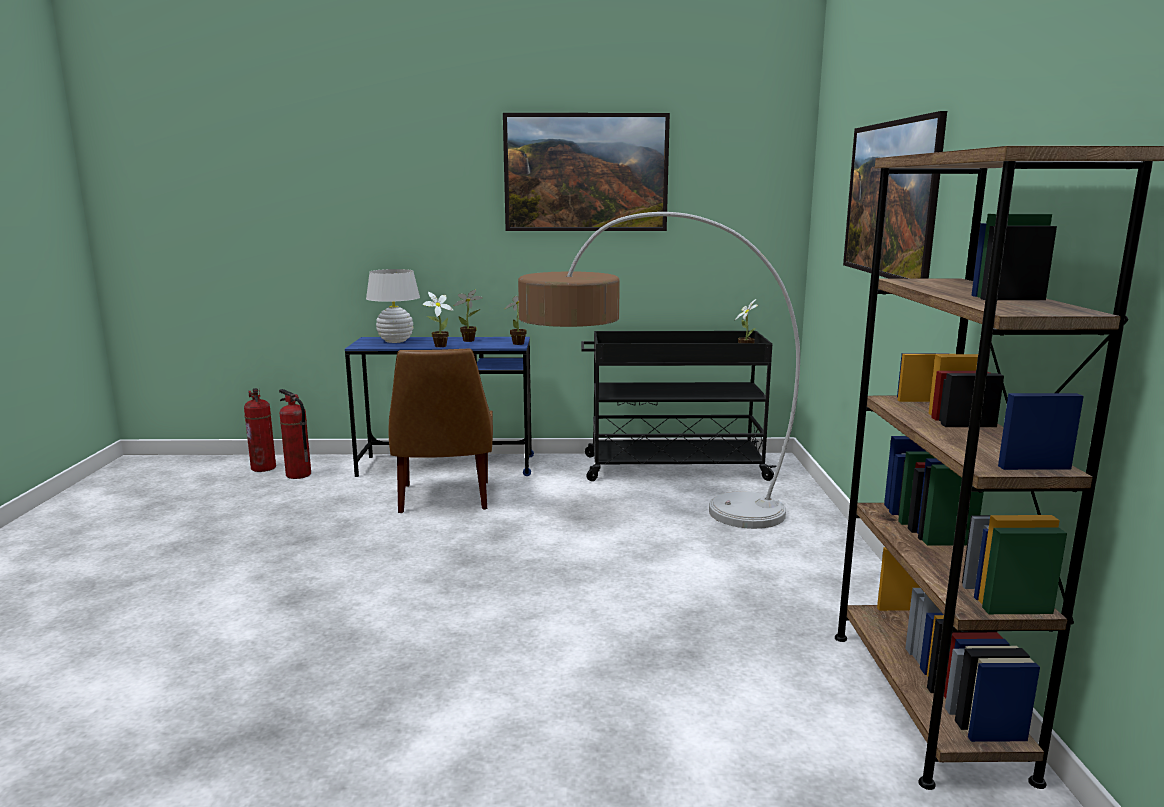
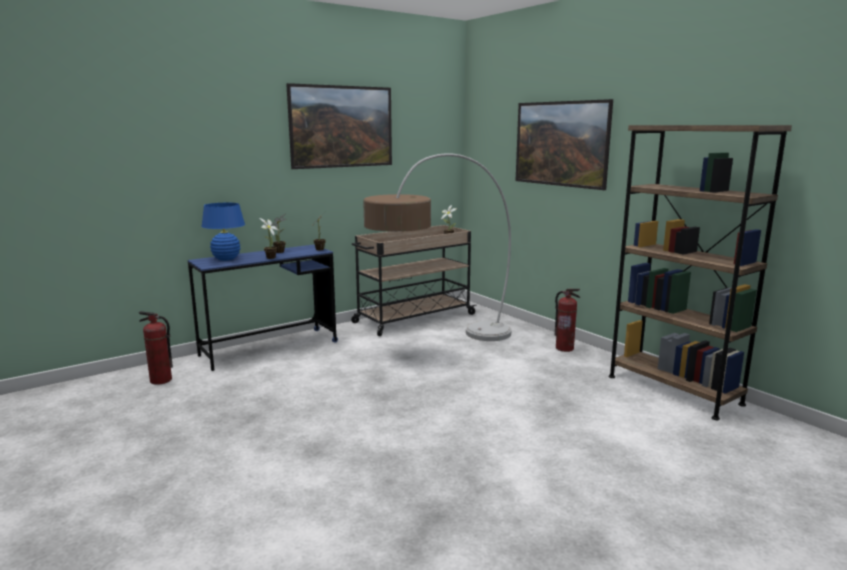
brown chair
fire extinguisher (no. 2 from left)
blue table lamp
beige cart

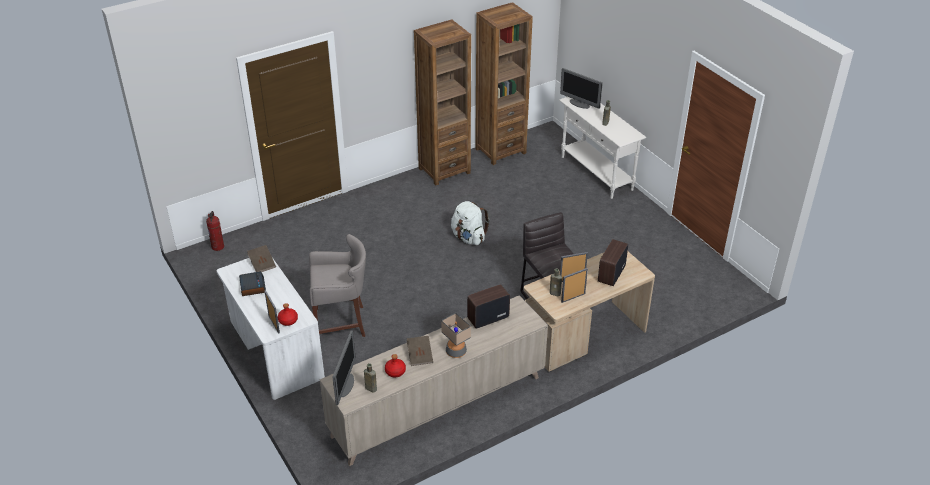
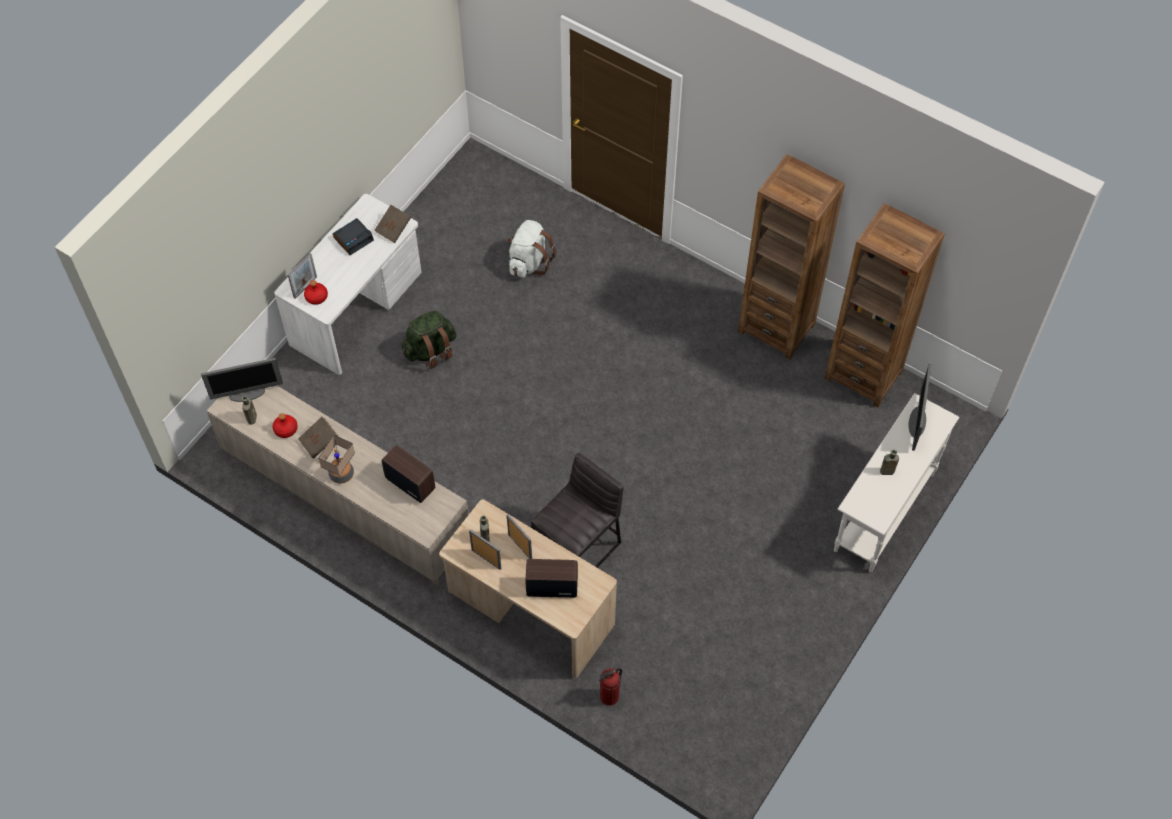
fire extinguisher
white backpack
green backpack

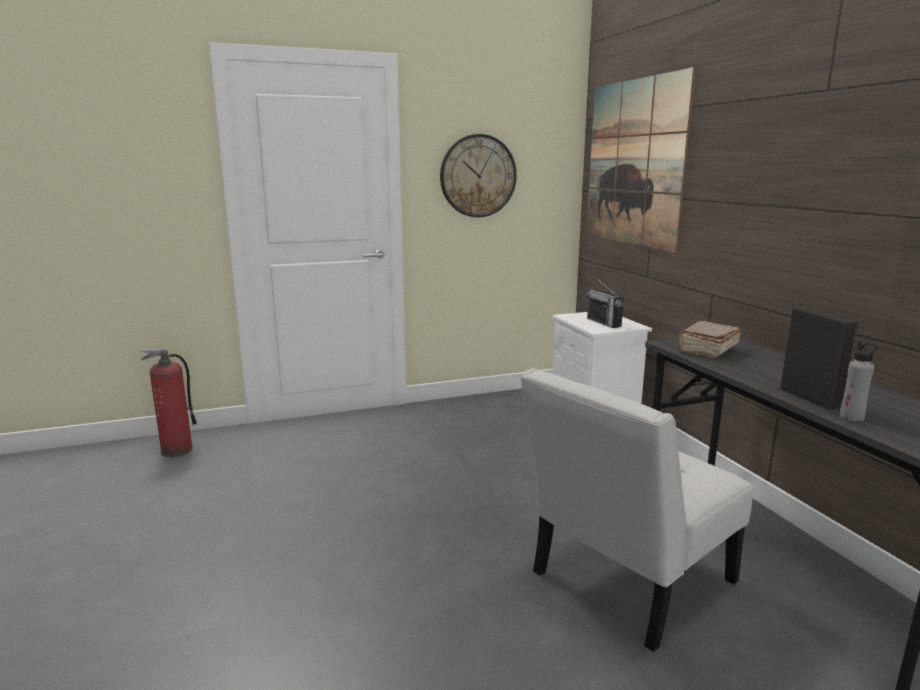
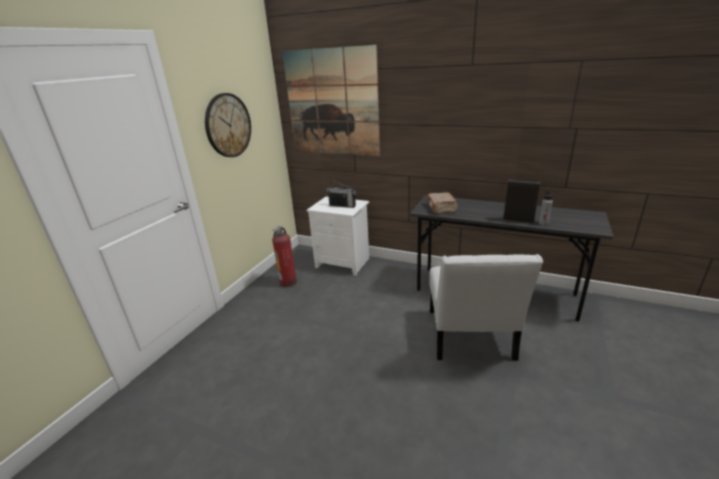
fire extinguisher

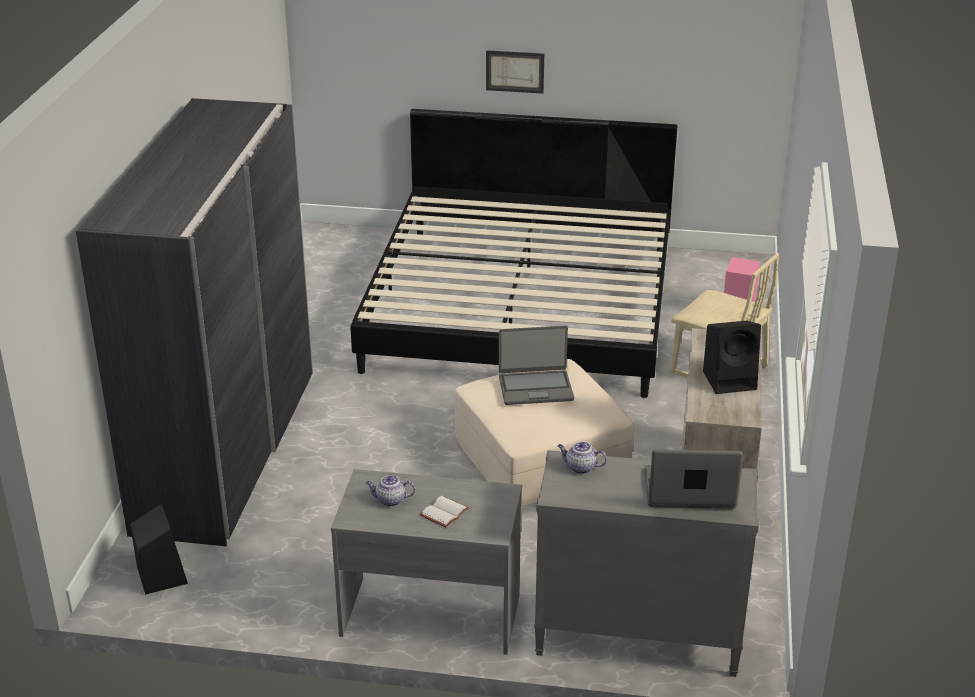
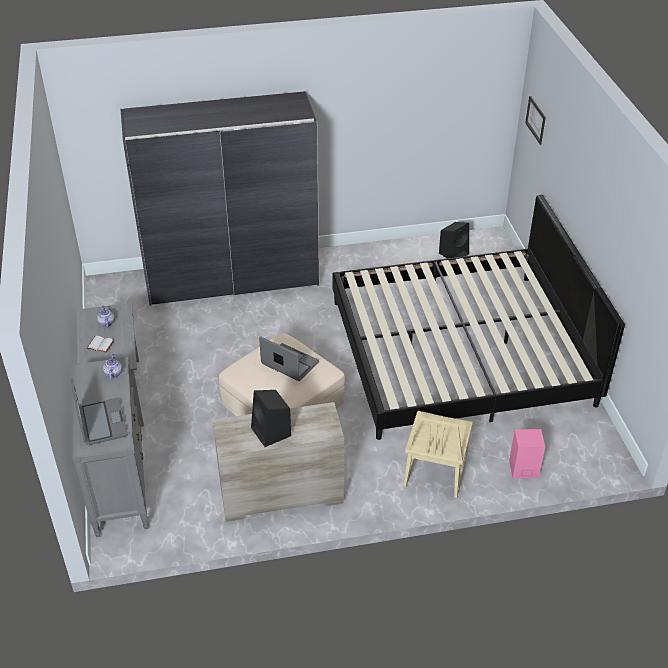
black speaker (no. 2 from left)
picture
laptop (no. 2 from left)

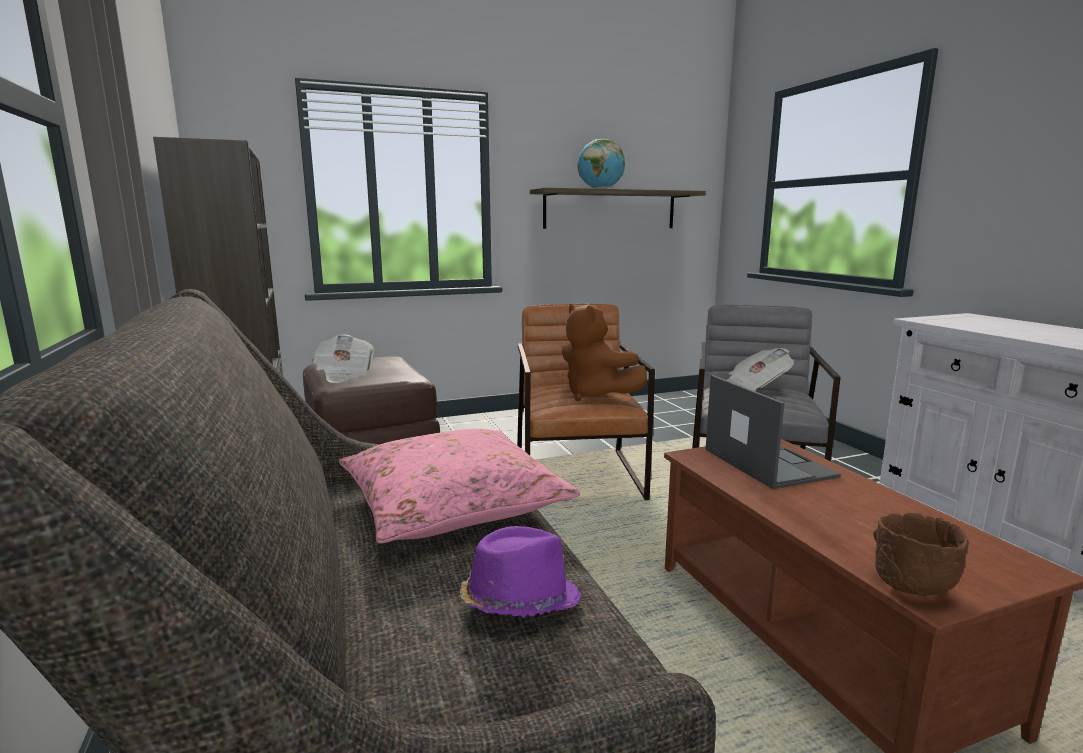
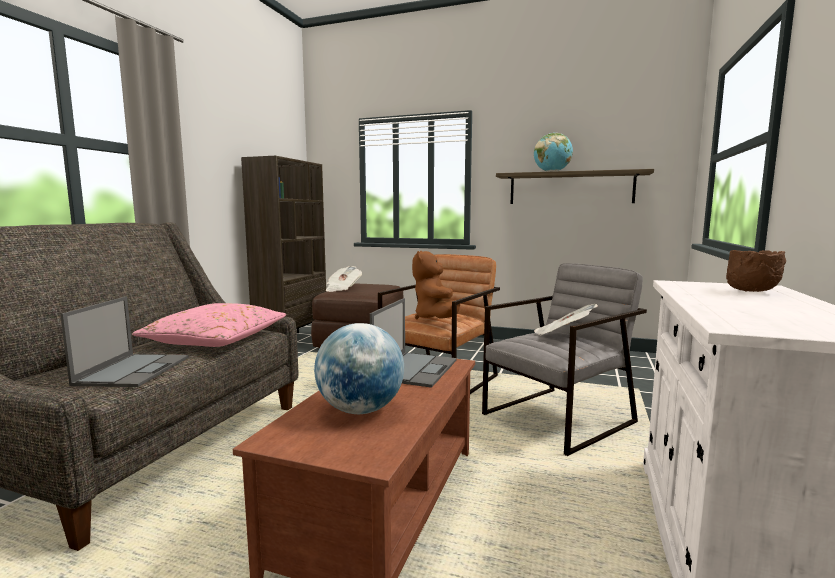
globe (no. 1 from left)
brown bowl
laptop (no. 1 from left)

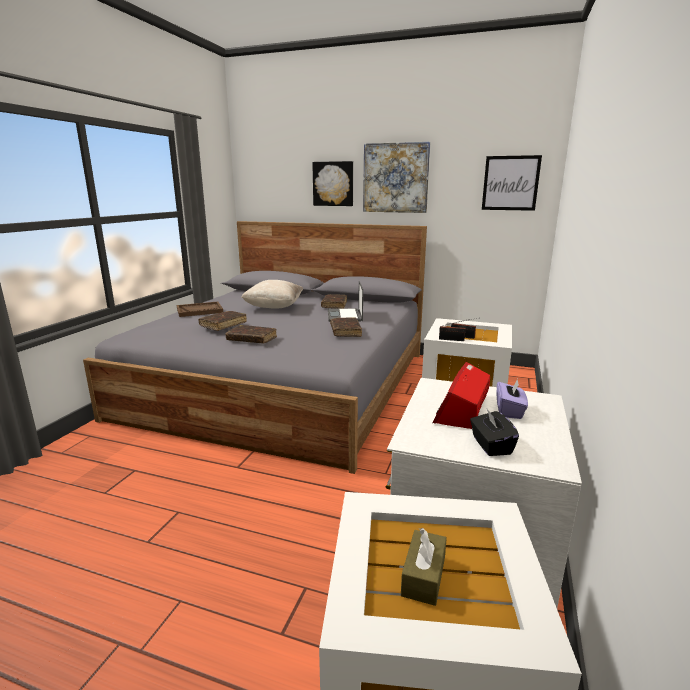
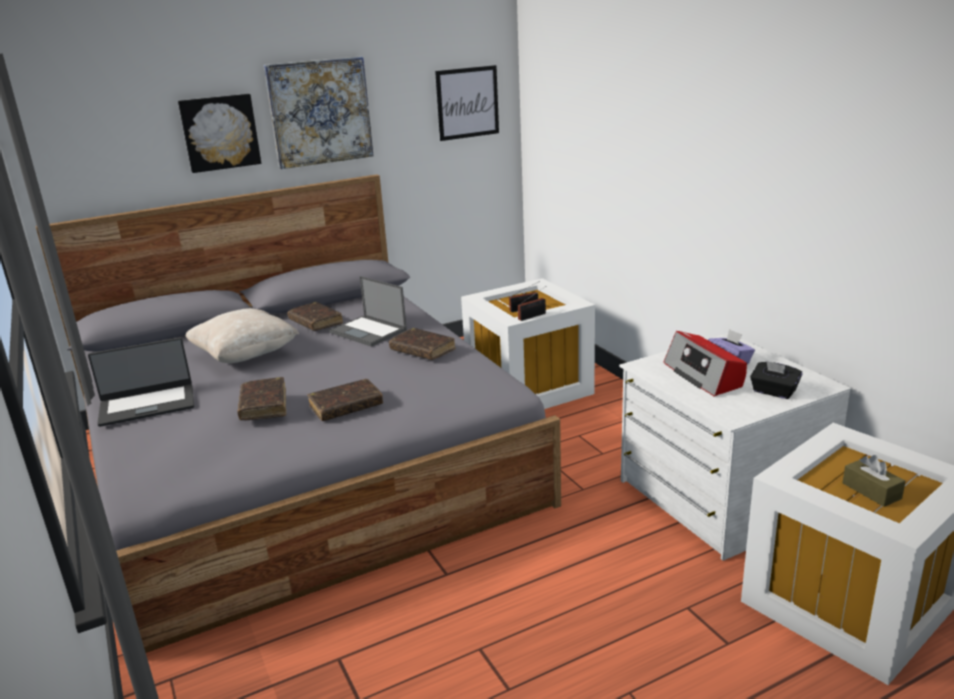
laptop (no. 1 from left)

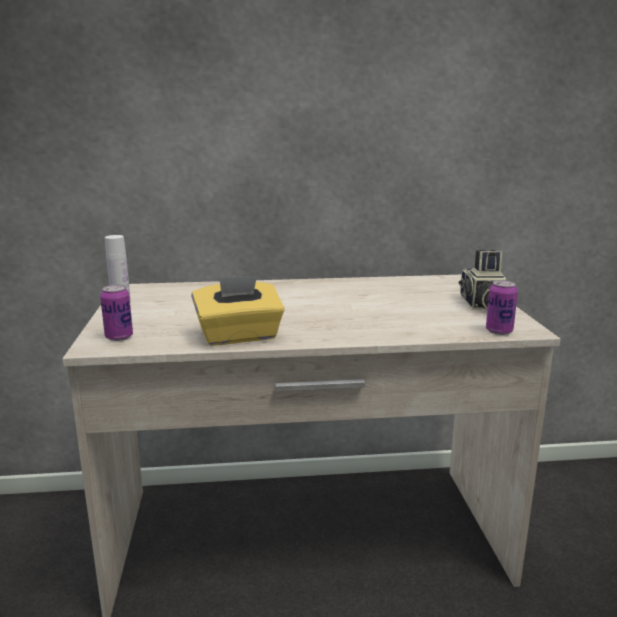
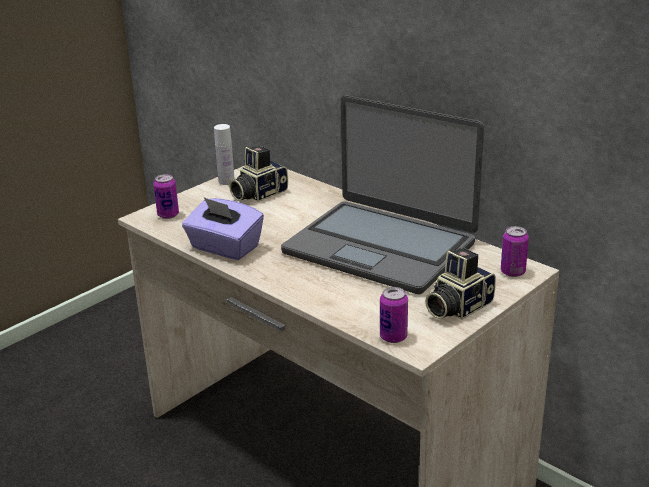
photo camera (no. 1 from left)
laptop
can (no. 3 from left)
purple tissue box

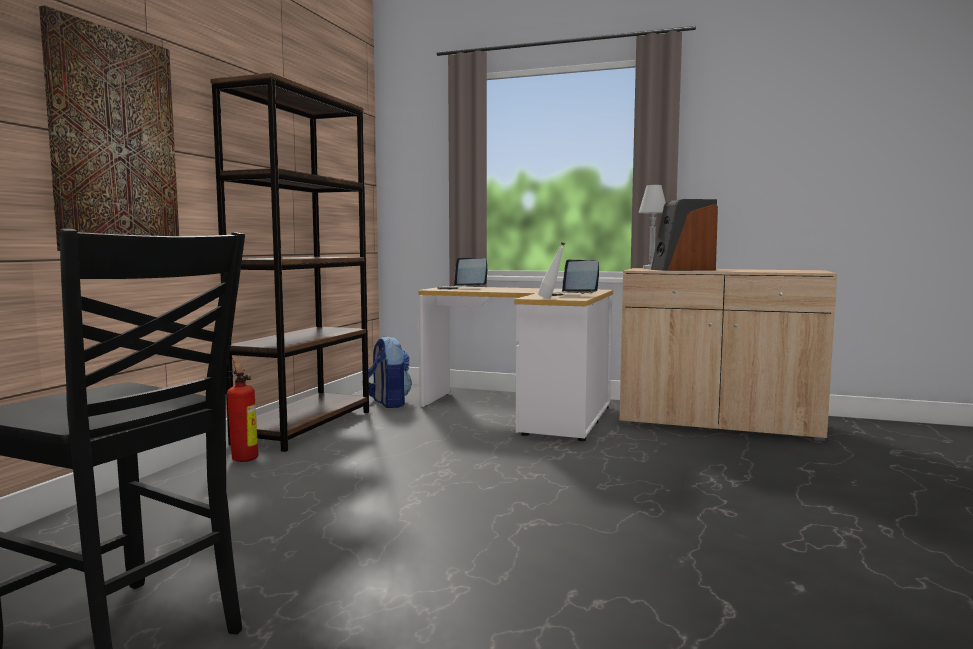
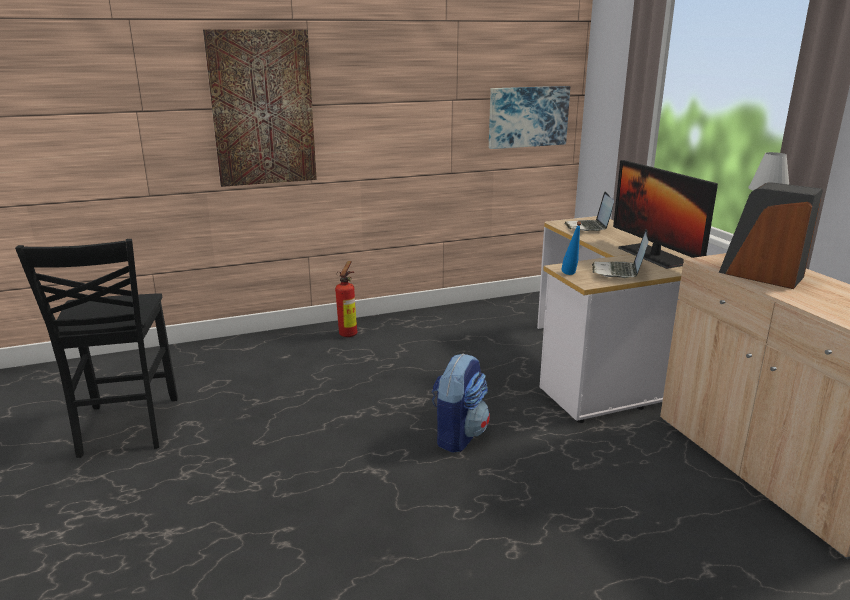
brown bookcase
picture (no. 2 from left)
monitor
backpack
blue bottle

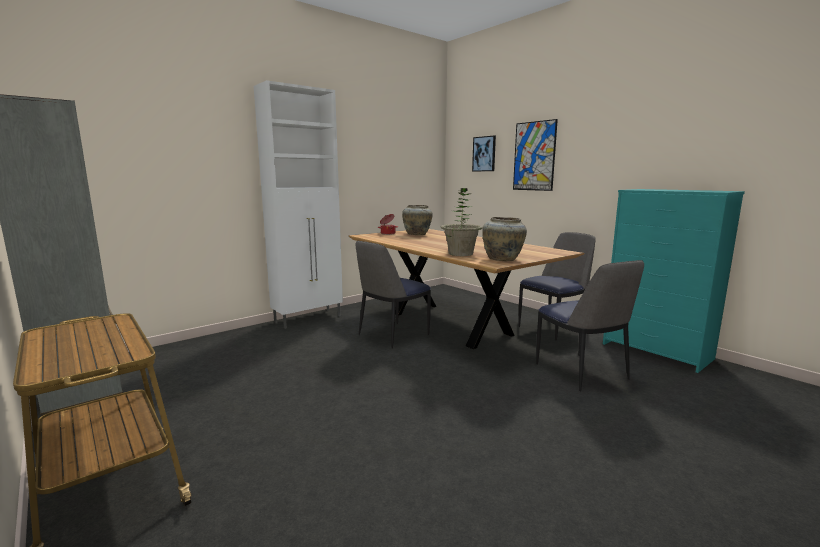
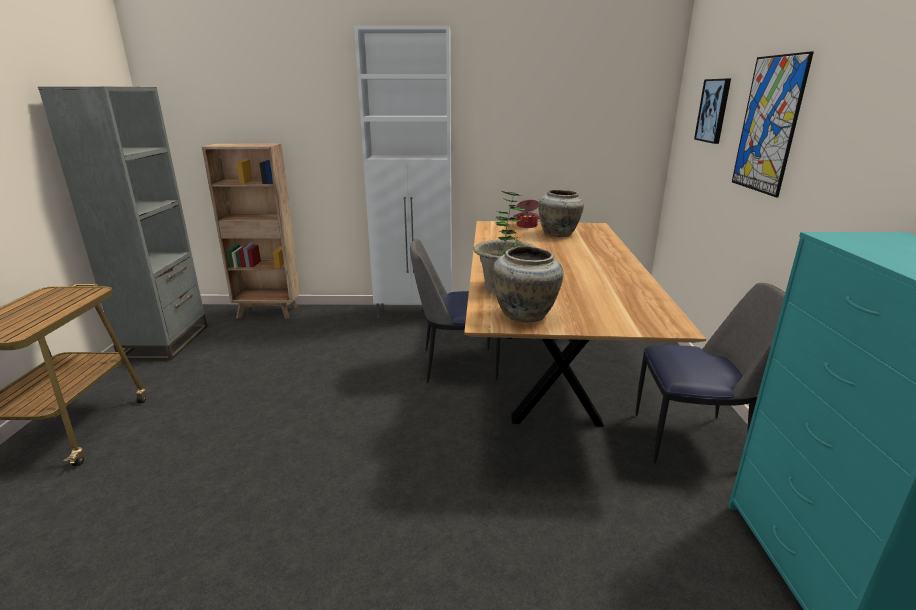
chair (no. 3 from left in the first image)
brown bookcase

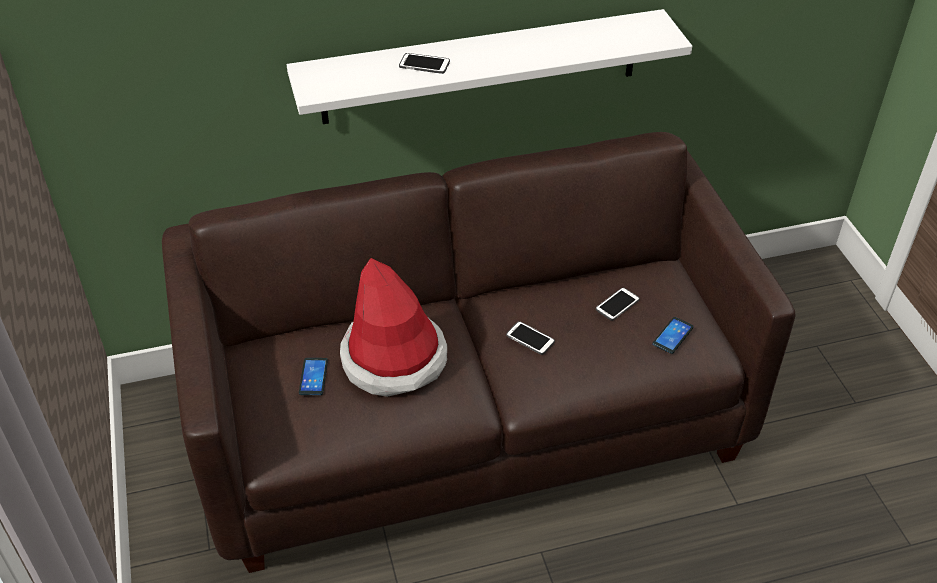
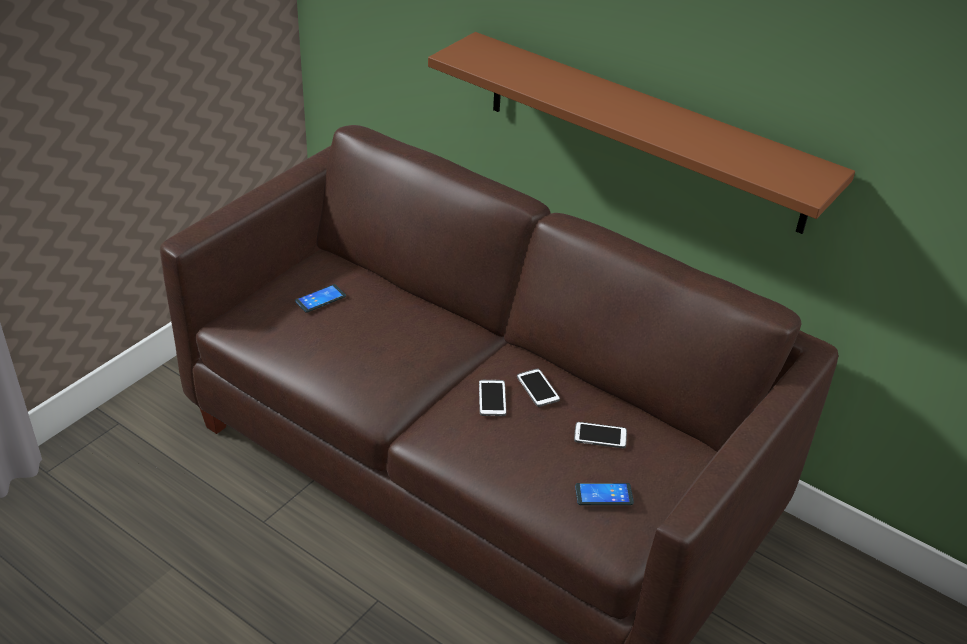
hat
phone (no. 3 from left)
brown shelf

